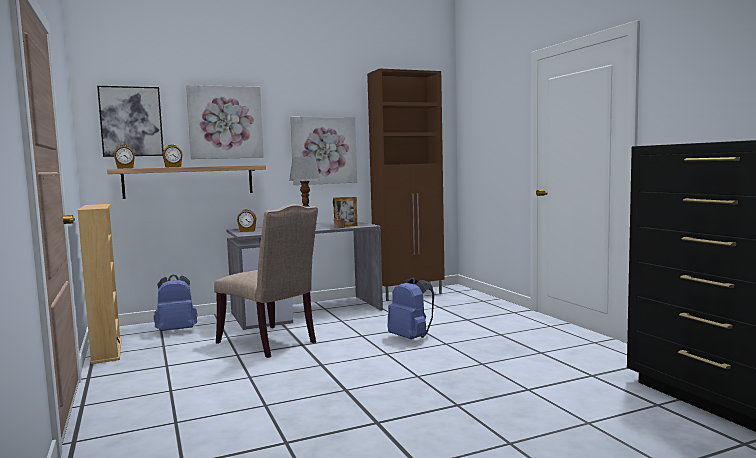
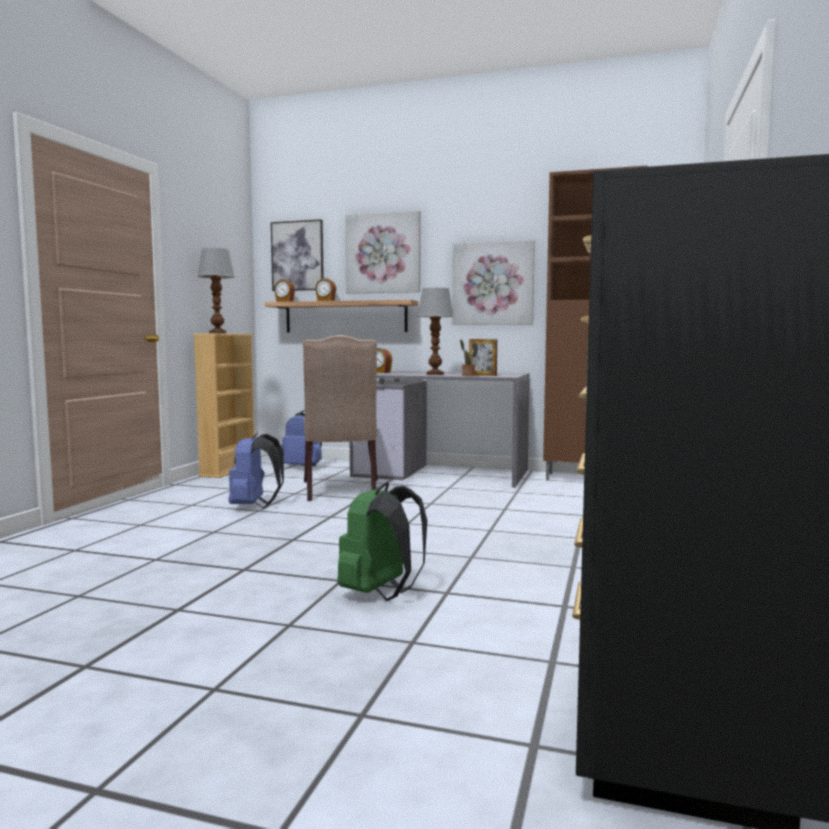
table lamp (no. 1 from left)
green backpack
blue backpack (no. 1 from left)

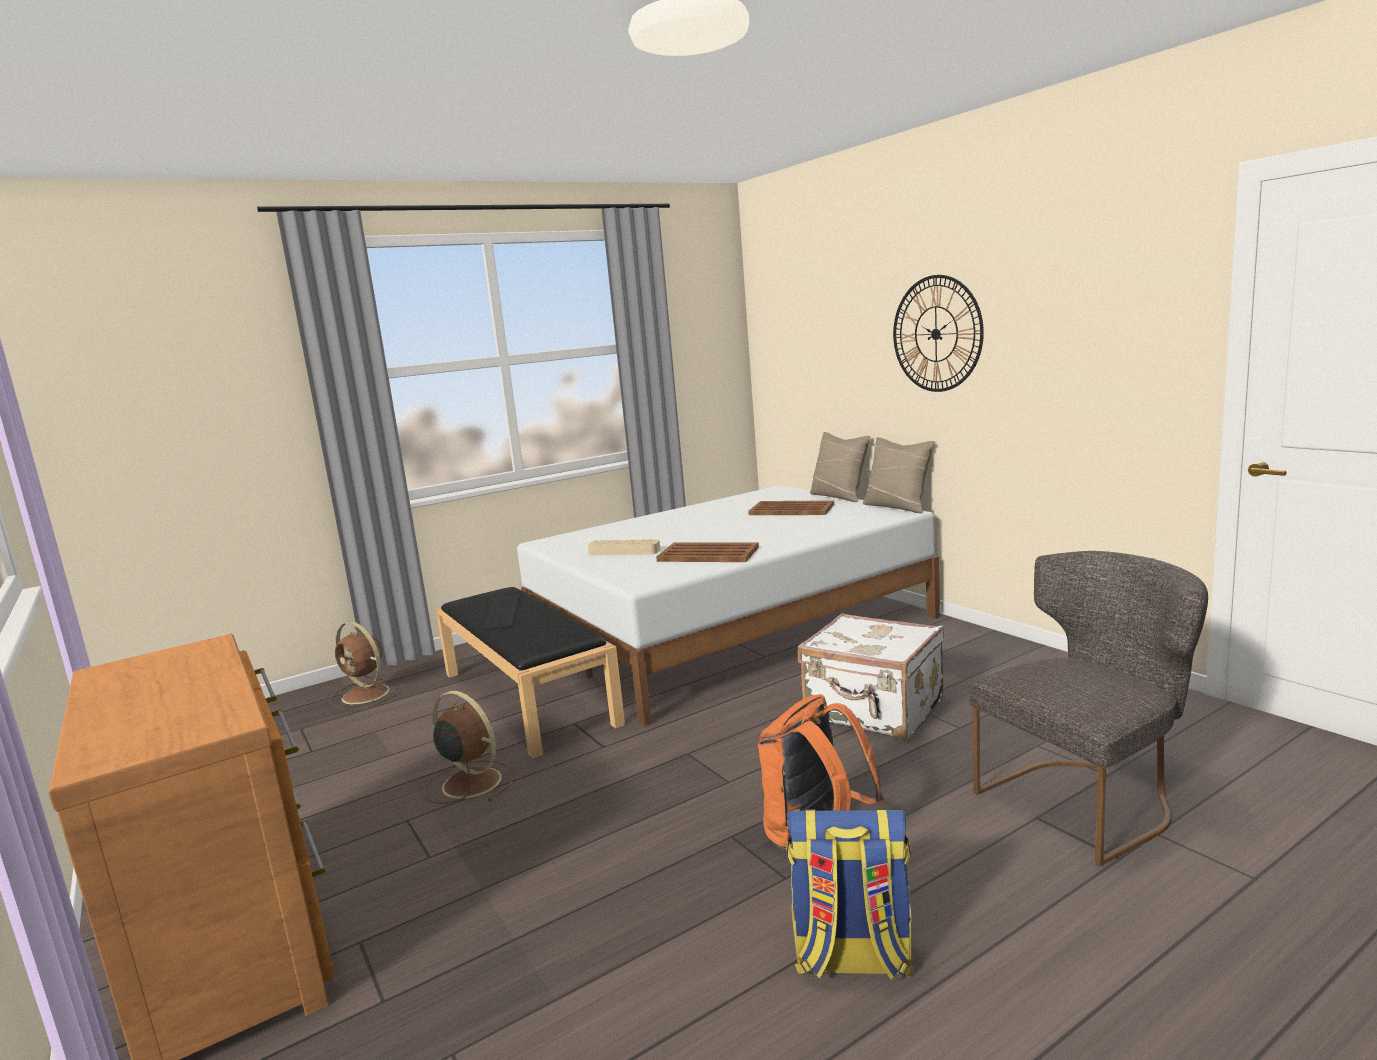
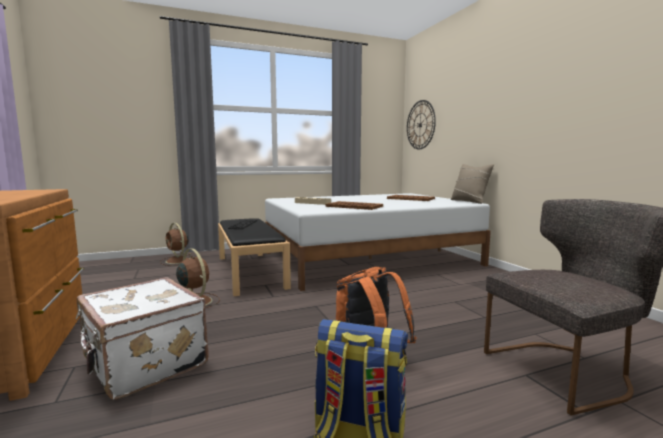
beige pillow (no. 1 from left in the first image)
white suitcase
wall clock

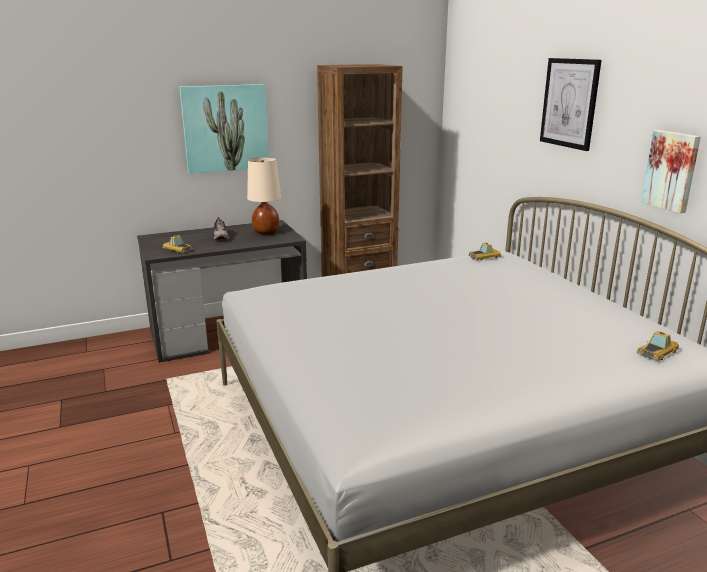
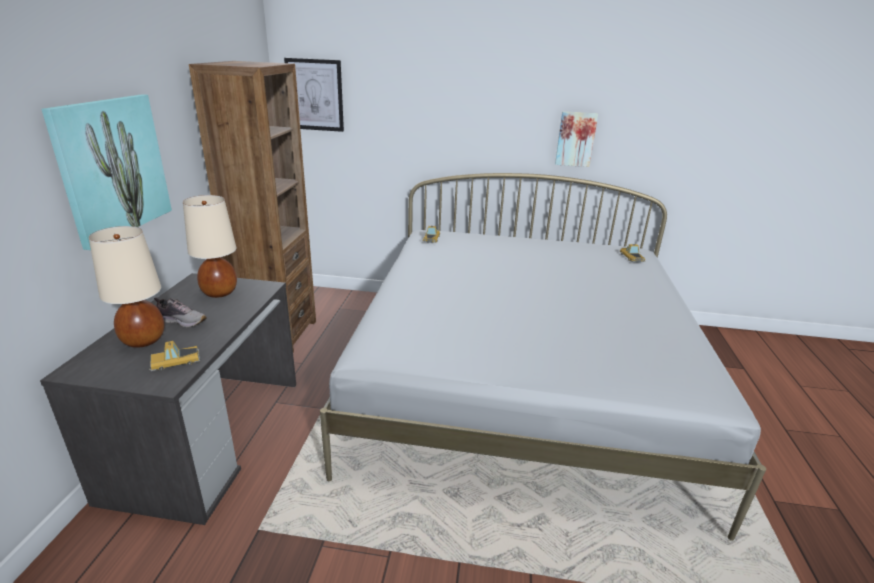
beige table lamp (no. 1 from left)
picture (no. 2 from left)

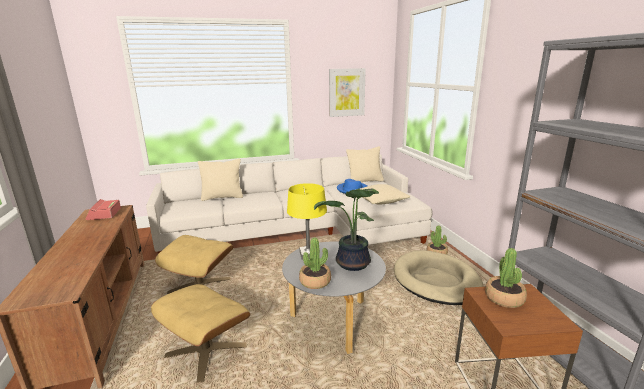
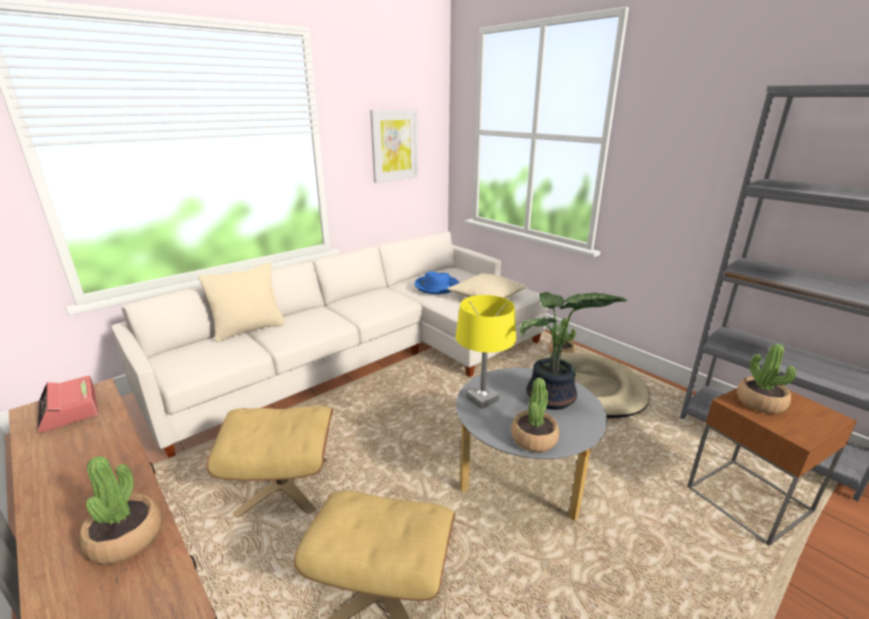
beige pillow (no. 2 from left in the first image)
potted plant (no. 1 from left)

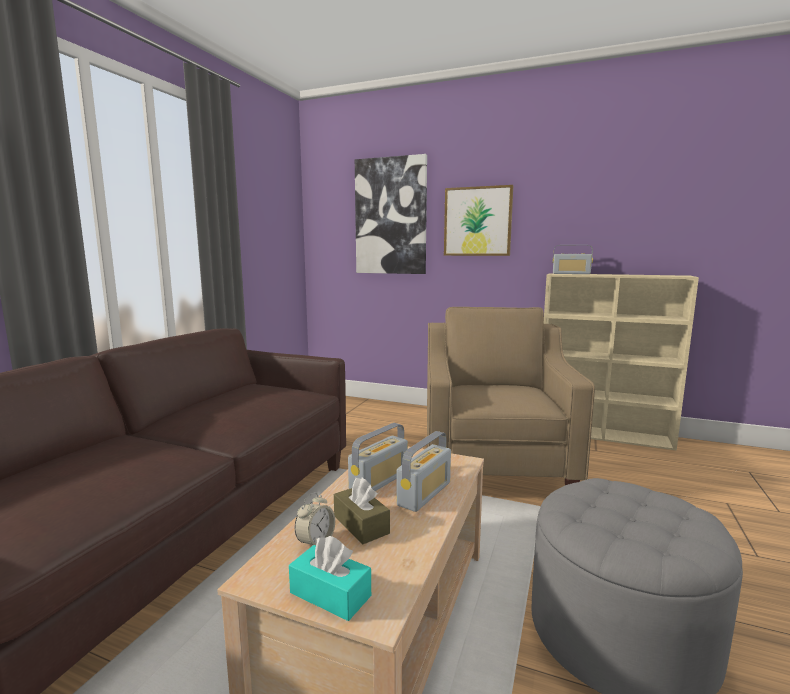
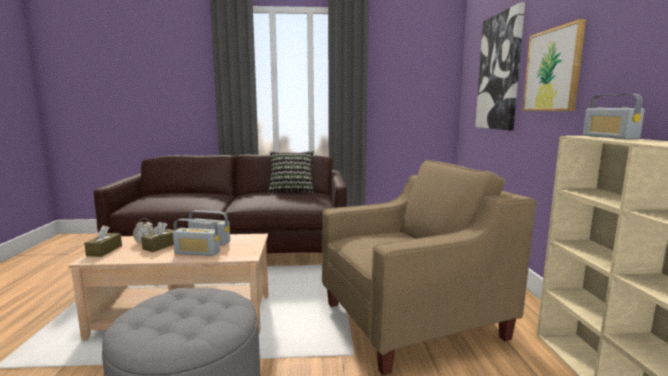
pillow
brown tissue box (no. 1 from left)

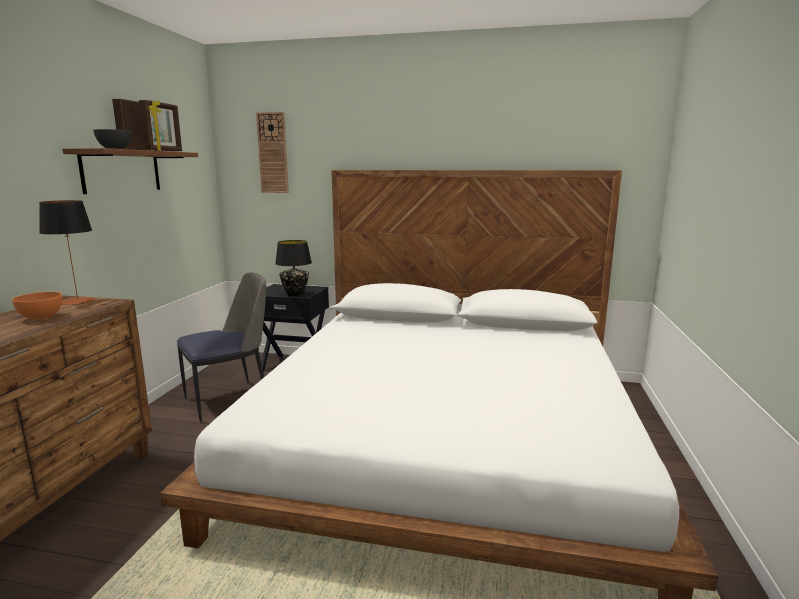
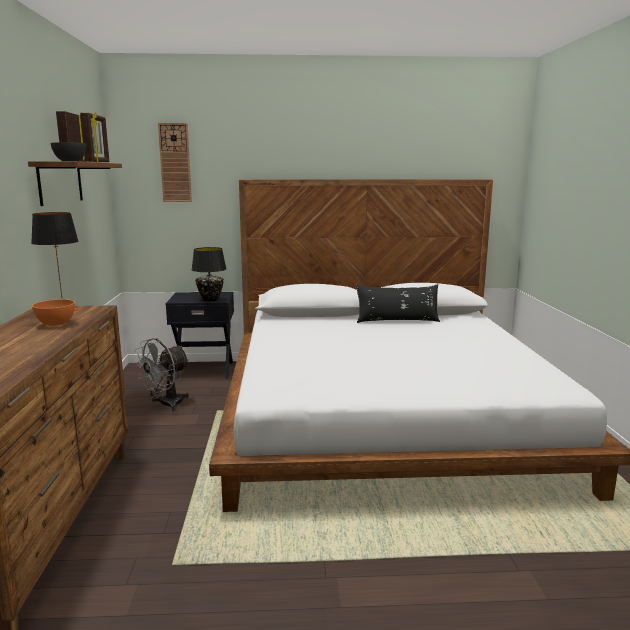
black pillow
grey fan

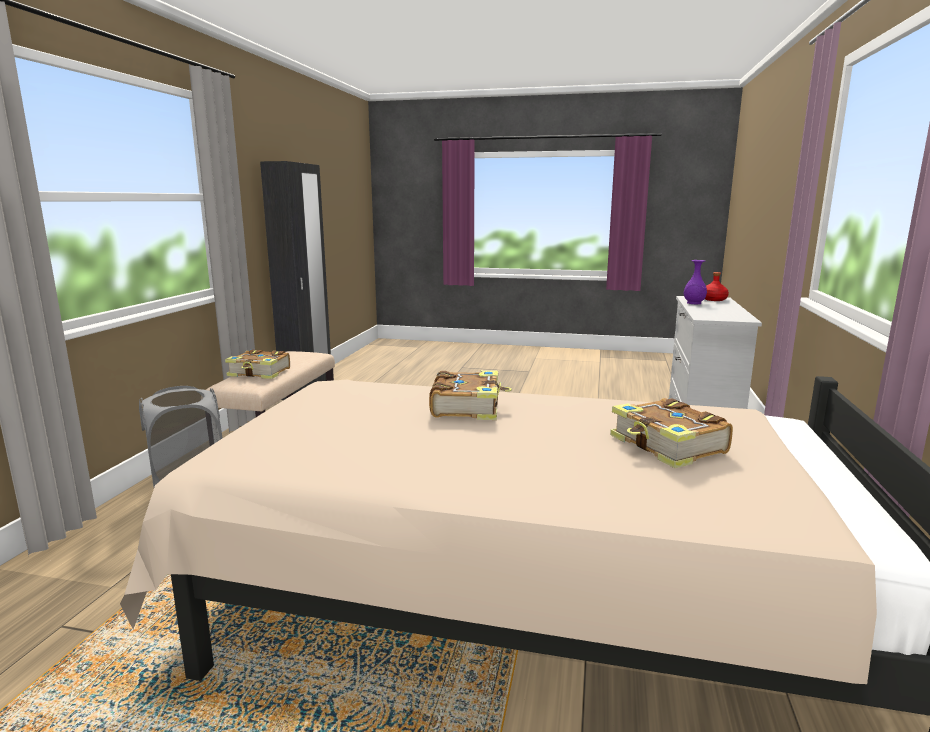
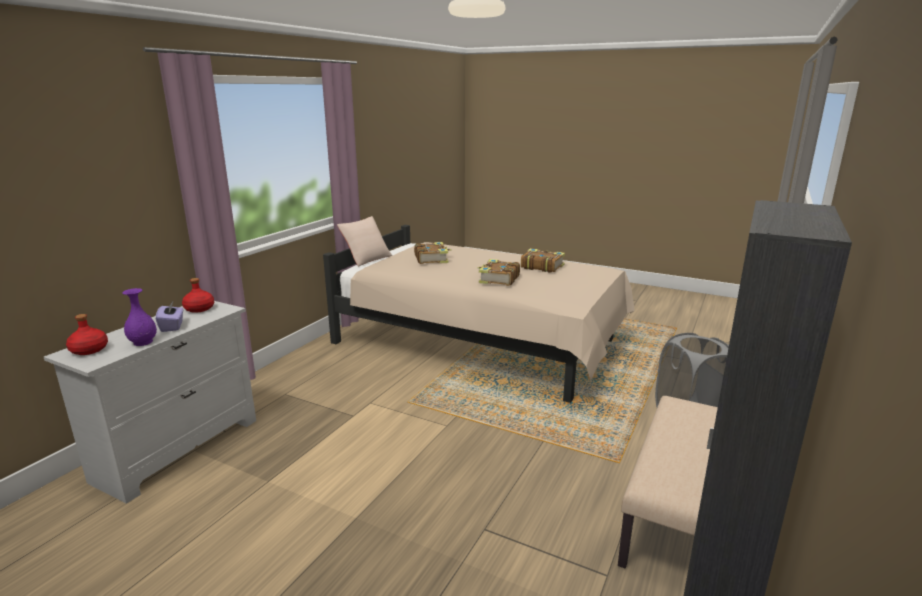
purple tissue box
red bottle (no. 2 from left)
beige pillow
book (no. 3 from left)

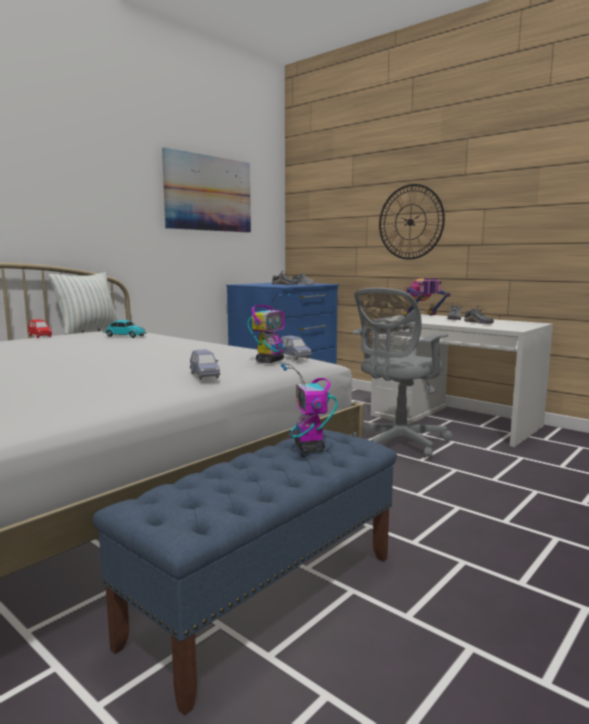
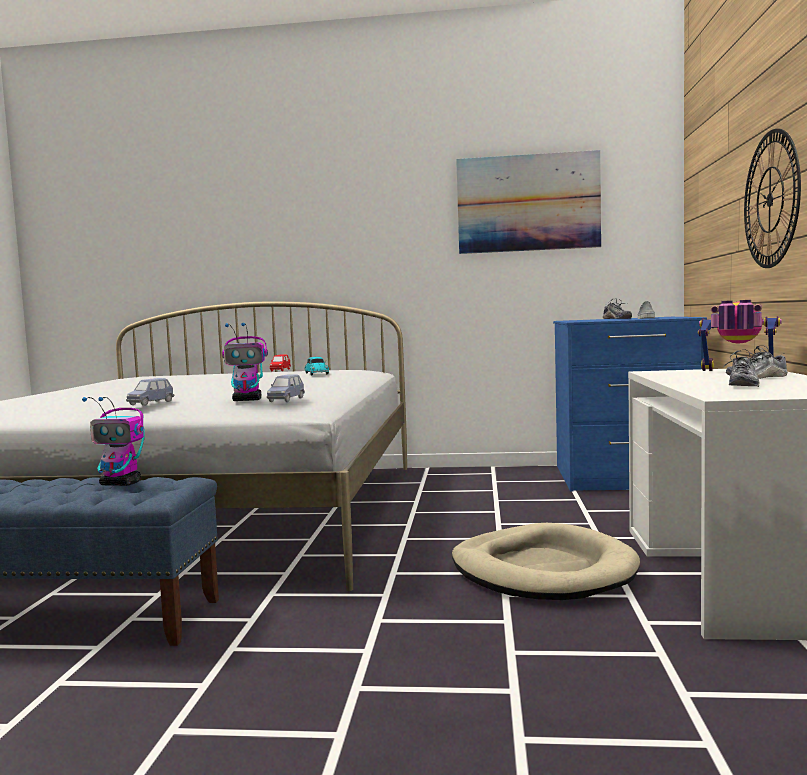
pillow
beige dog bed
toy robot (no. 1 from left)

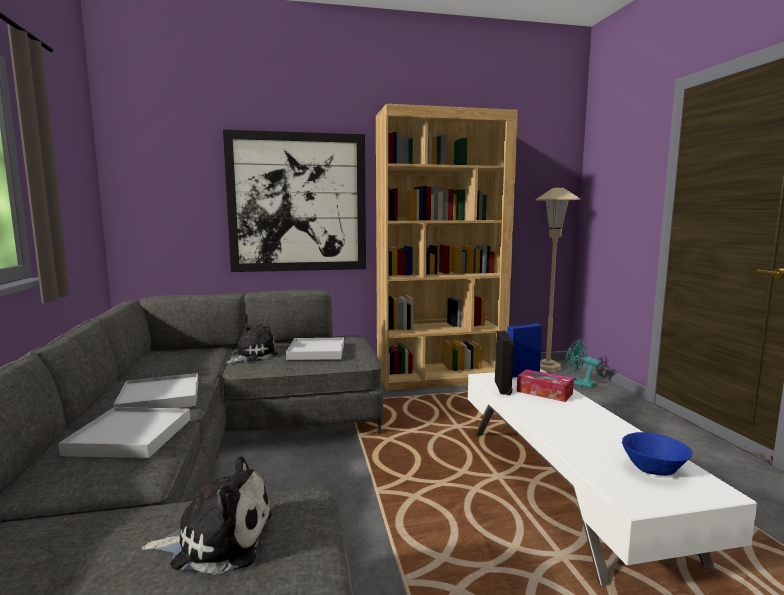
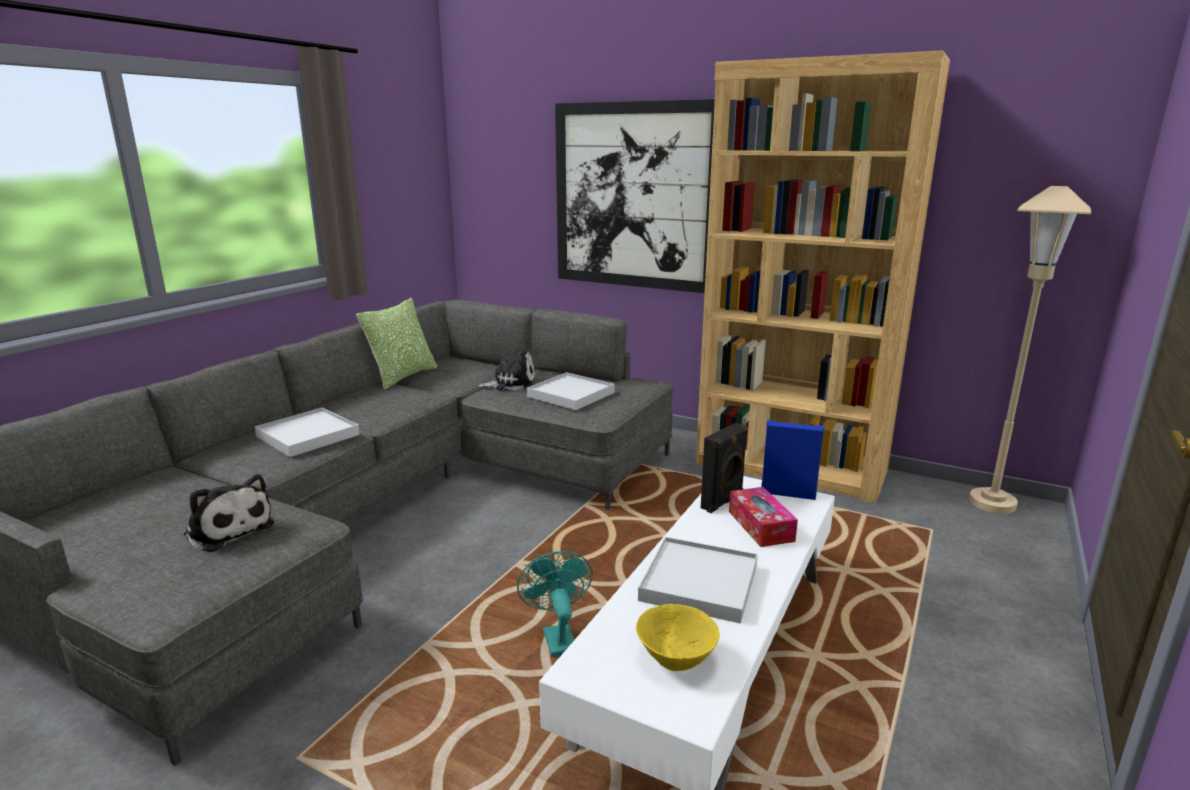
pillow
white tray (no. 3 from left)
turquoise fan
yellow bowl

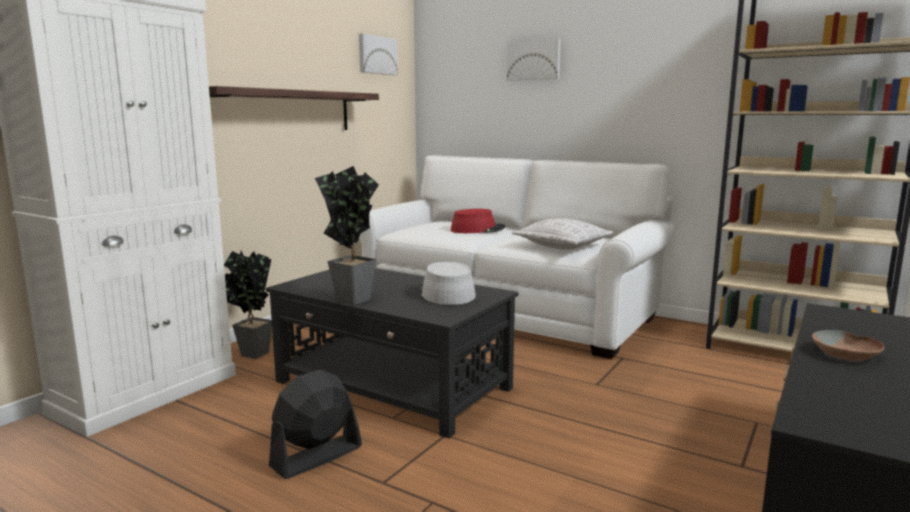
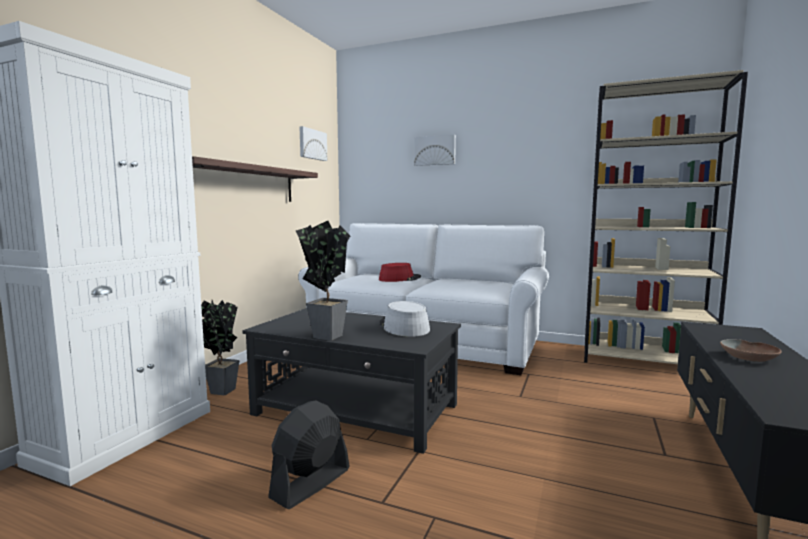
pillow

